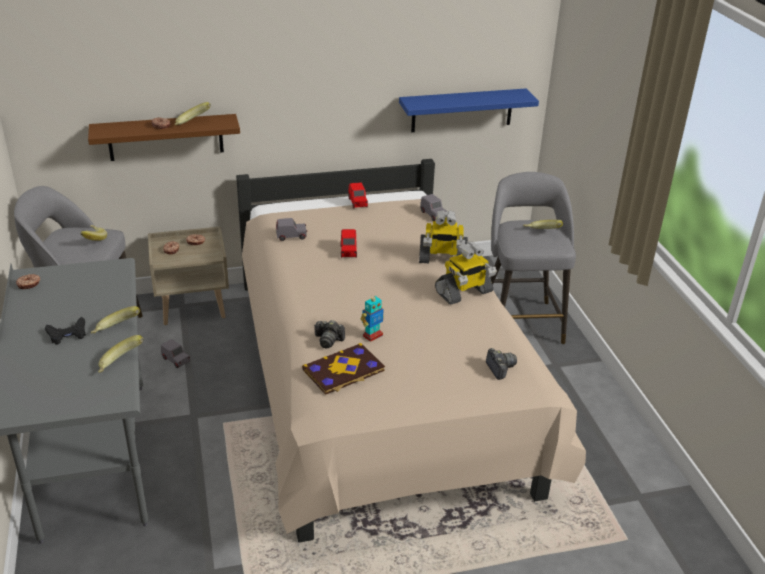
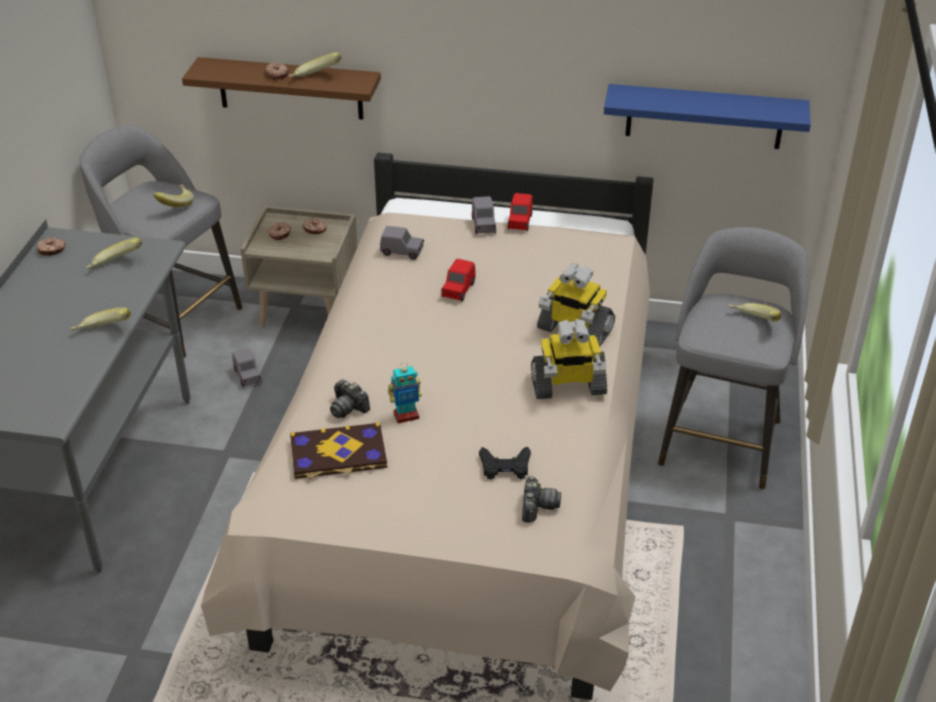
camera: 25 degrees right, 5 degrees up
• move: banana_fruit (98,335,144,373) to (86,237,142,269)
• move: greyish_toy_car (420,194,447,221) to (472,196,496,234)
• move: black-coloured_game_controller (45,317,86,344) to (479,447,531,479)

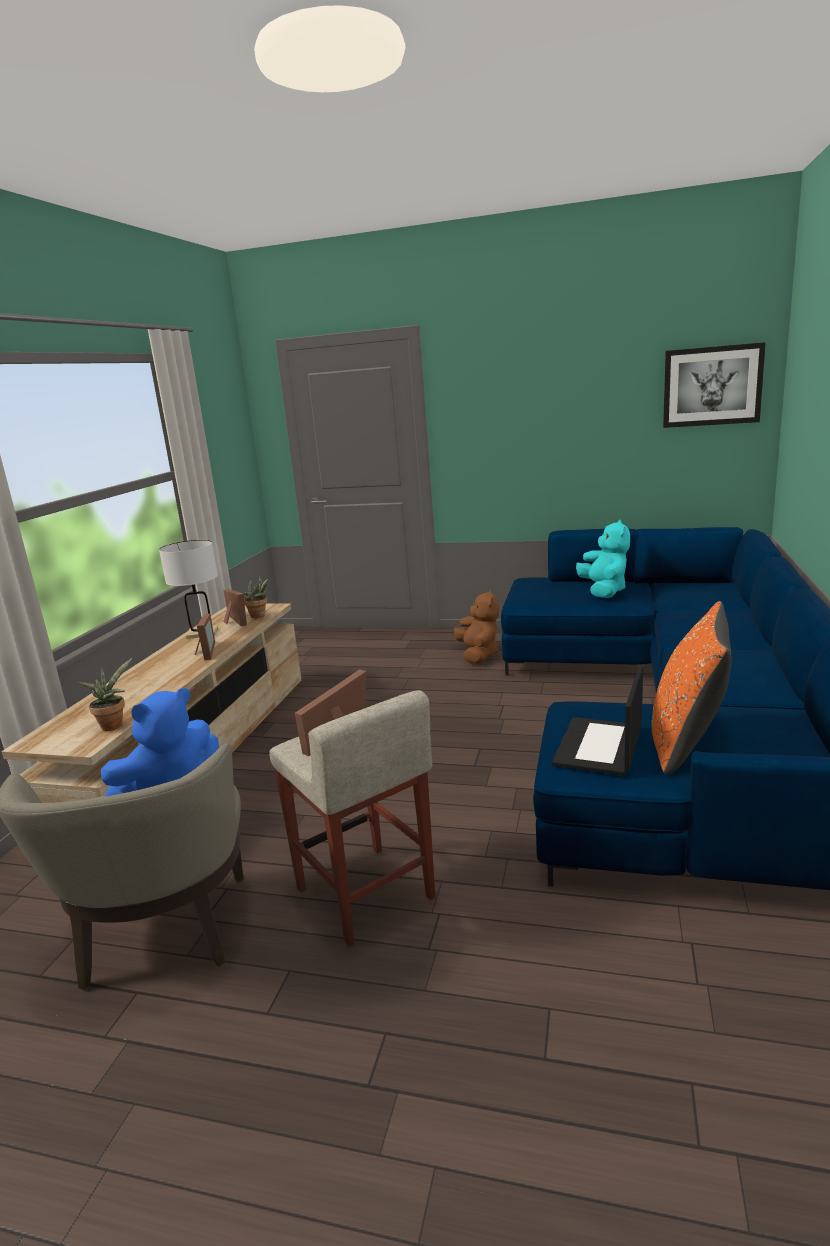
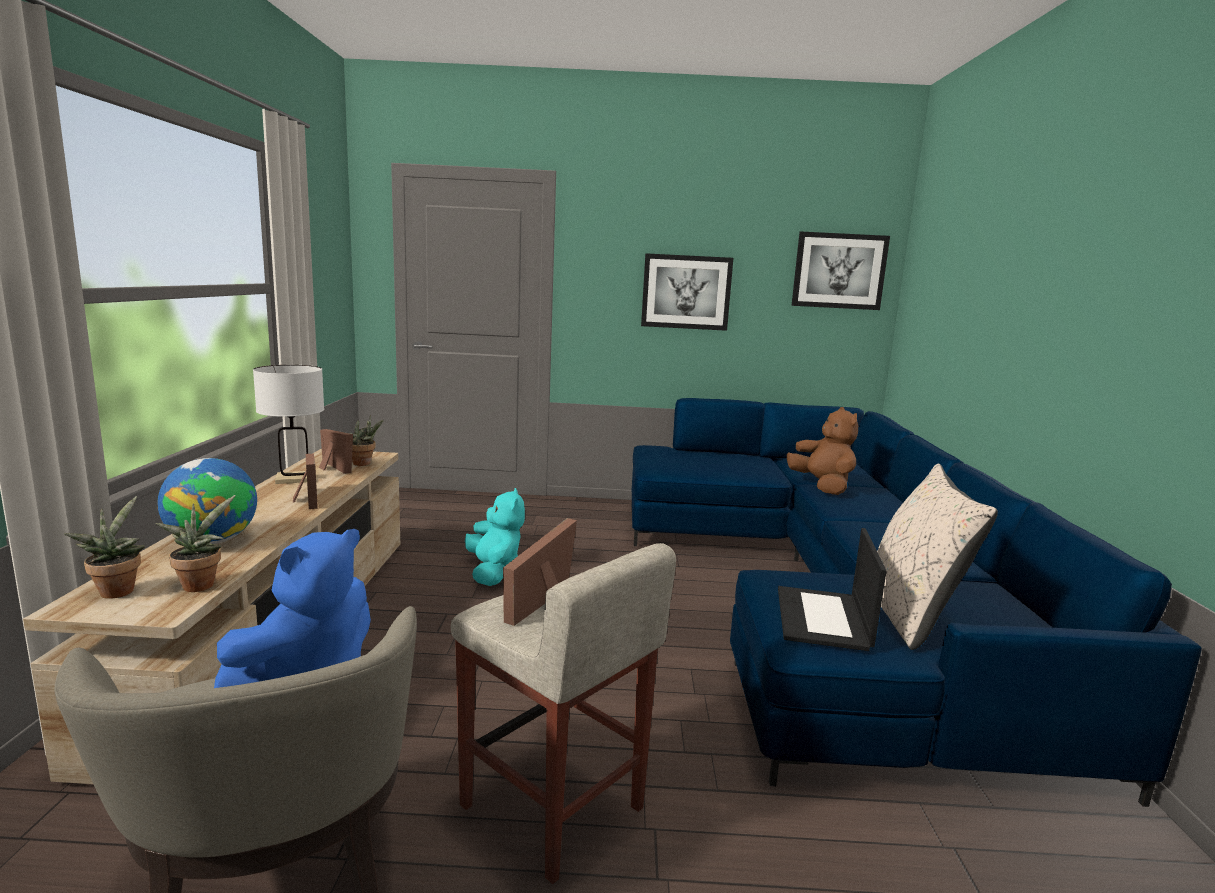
camera: 15 degrees left, 5 degrees down
• insert: potted_plant (64,496,145,599)
• insert: desk_globe (158,458,257,544)
• move: turquoise-coloured_soft_toy (576,520,630,598) to (465,488,525,586)
• insert: wall_art (641,253,733,331)
• move: brownish_soft_toy (454,589,499,664) to (787,407,858,495)
• recolor: orange-coloured_cushion (652,601,732,775) to beige_cushion (877,464,998,650)

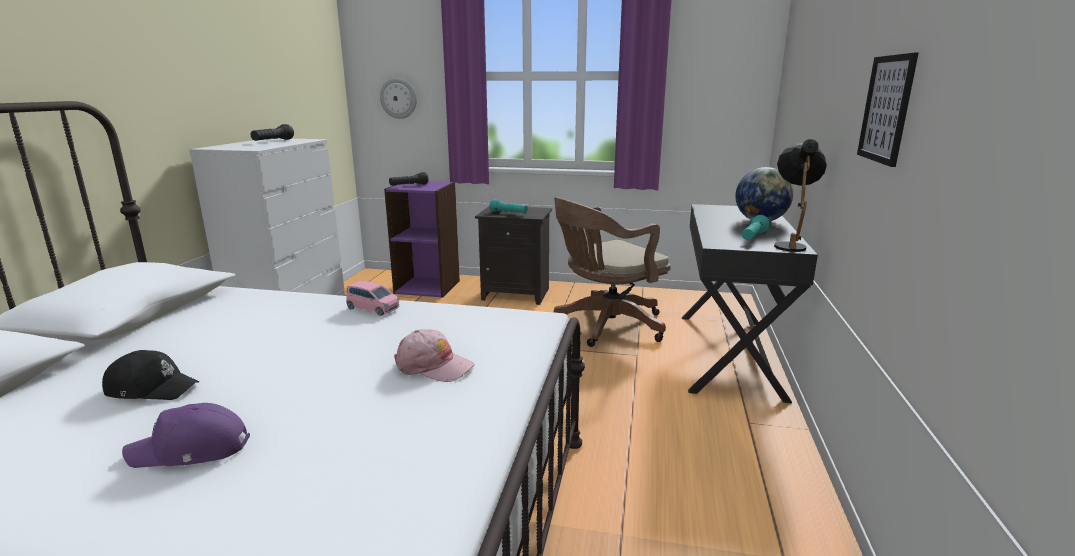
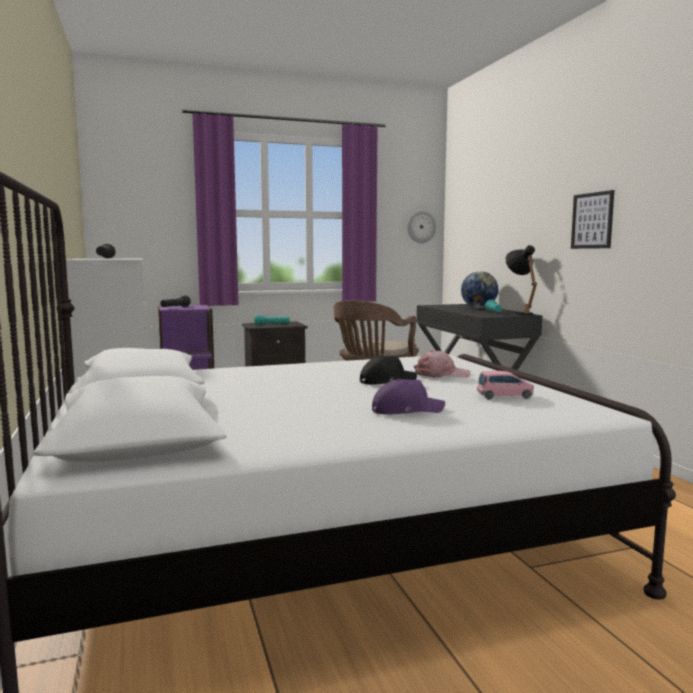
camera: 30 degrees left, 10 degrees down
• move: black-coloured_baseball_cap (102,350,199,400) to (360,356,417,385)
• rotate: purple_baseball_cap (122,403,250,468) = (372,379,445,415) 150 degrees counterclockwise
• move: clock_on_the_wall (380,78,417,119) to (407,211,436,243)
• move: pinkish_toy_car (346,281,399,316) to (477,371,534,399)

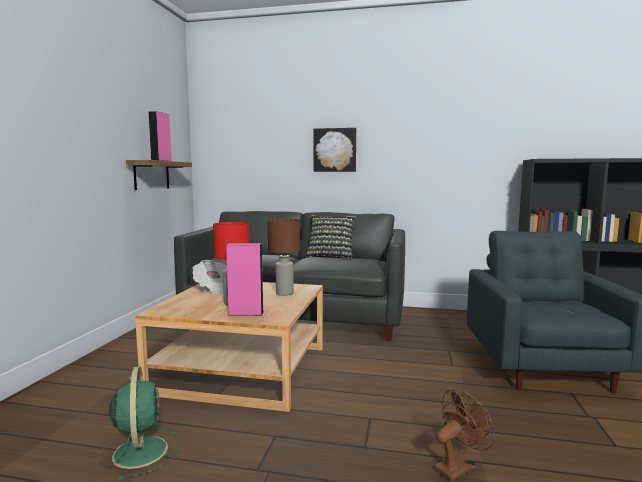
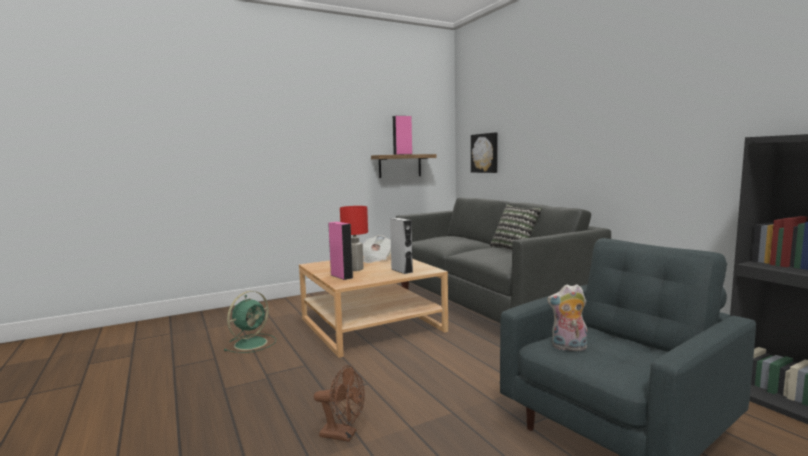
camera: 50 degrees right, 0 degrees up
• replace: brownish_lamp_for_a_table (268,219,300,296) to greyish_audio_speaker (390,218,413,274)
• move: wall_art (313,128,356,172) to (471,132,498,173)
• insert: soft_toy (547,284,587,351)

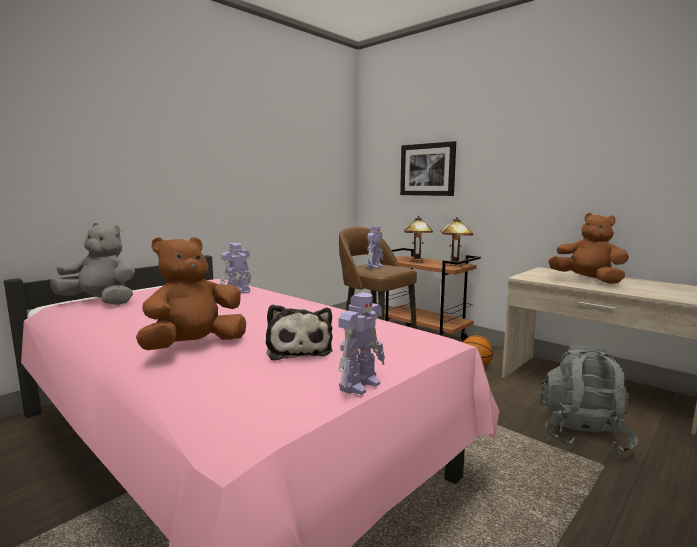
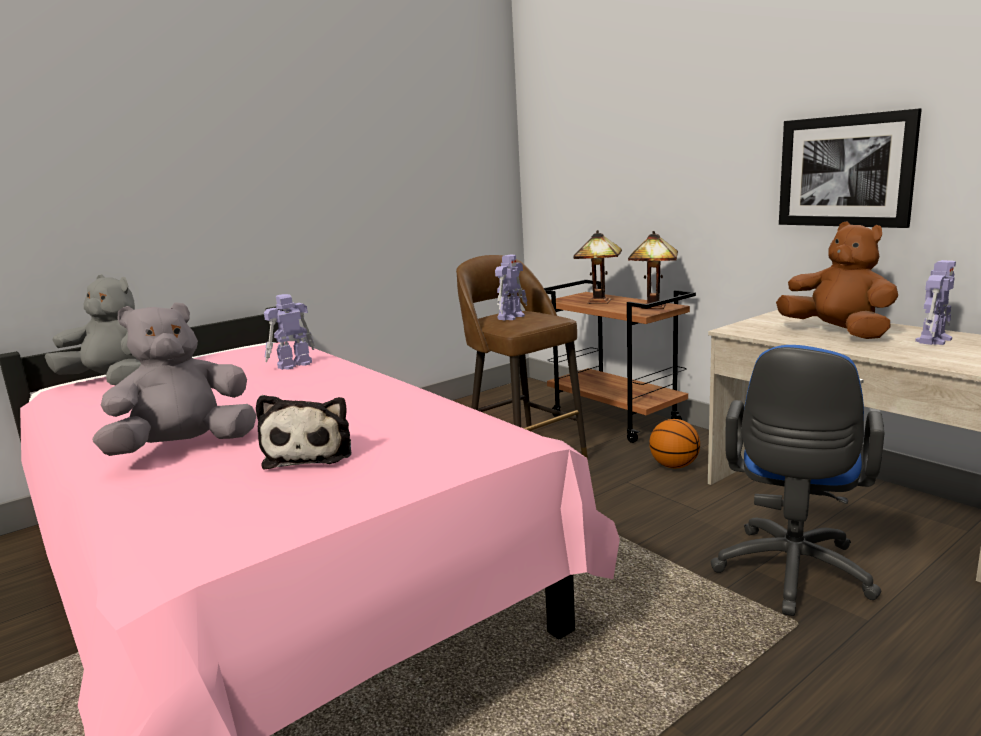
camera: 10 degrees right, 5 degrees up
• recolor: brownish_soft_toy (136,237,246,350) to greyish_soft_toy (92,302,257,456)
• replace: greyish_backpack (540,345,638,455) to bluish_office_chair (711,345,885,616)
• move: wall_art (400,141,456,196) to (779,108,922,228)
• move: model_robot (338,292,385,395) to (915,260,956,345)

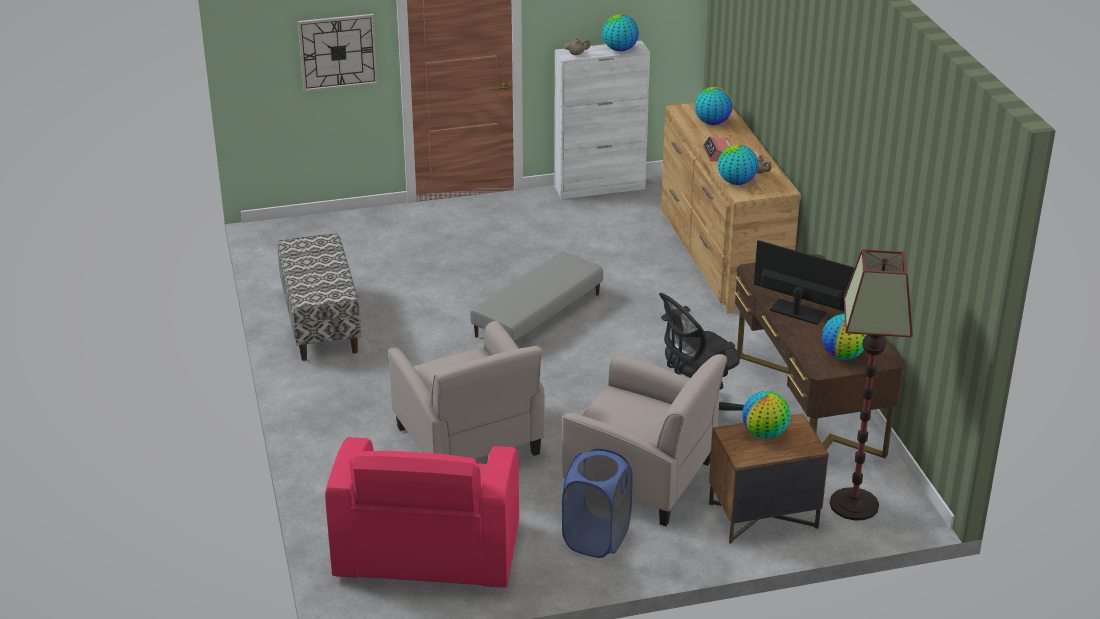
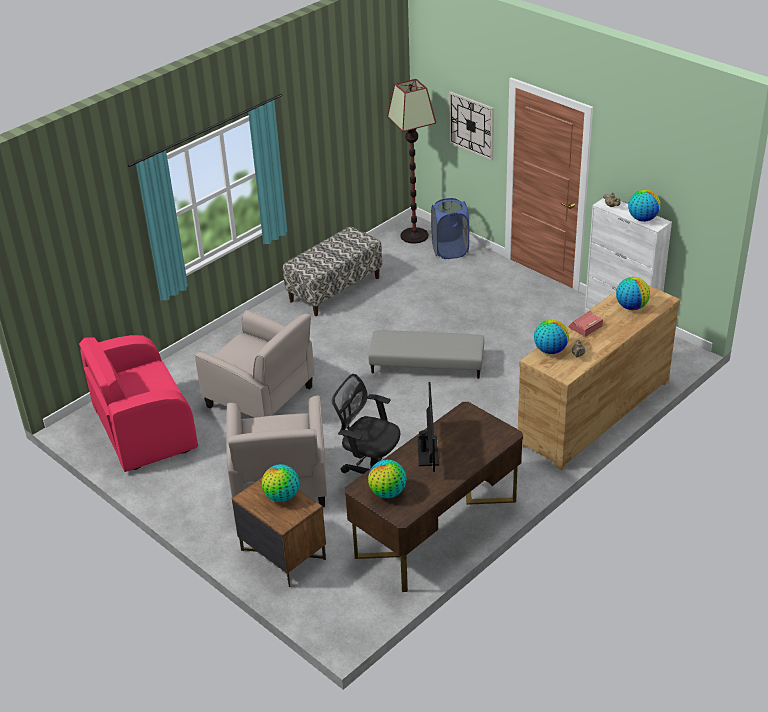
camera: 60 degrees right, 5 degrees up
• rotate: beige_easy_chair (388,321,545,459) = (195,310,315,418) 90 degrees counterclockwise
• move: standing_lamp (830,249,913,521) to (387,79,436,244)
• move: bluish_laundry_basket (562,448,633,558) to (431,198,469,259)

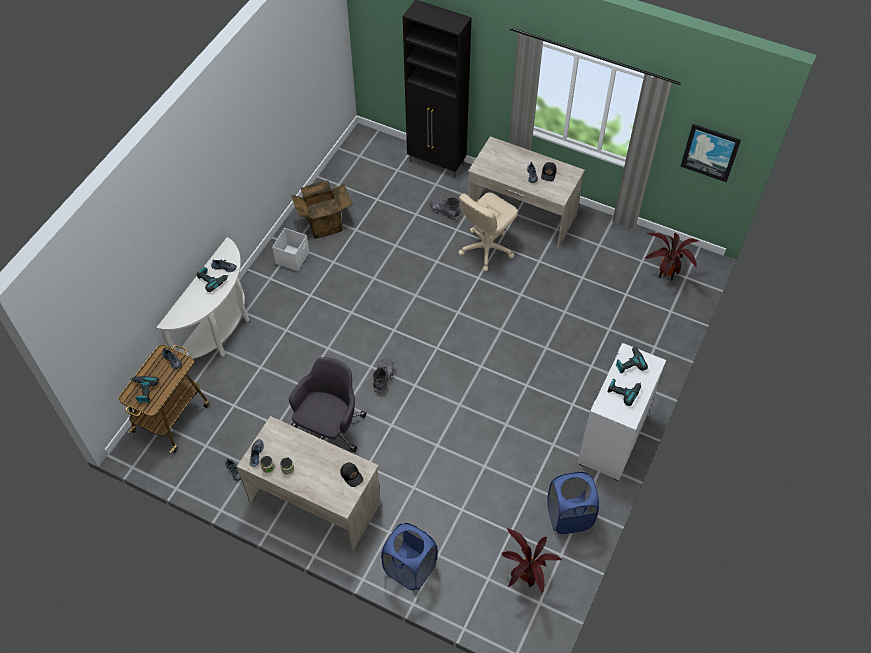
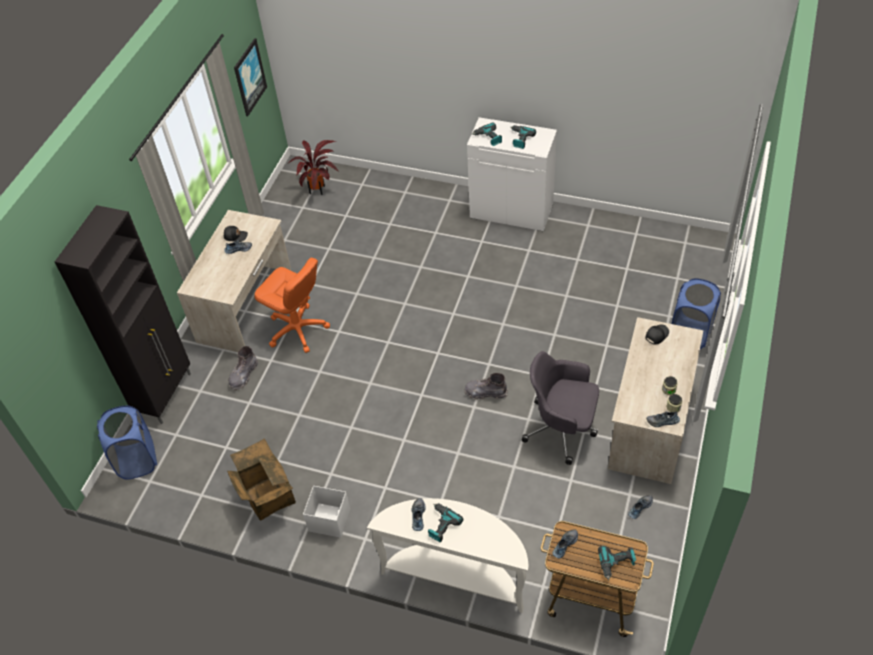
camera: 95 degrees left, 5 degrees down
• move: bluish_laundry_basket (547,472,599,534) to (97,406,157,480)
• recolor: beige_office_chair (458,192,518,271) to orange-coloured_office_chair (254,258,330,353)
• delete: potted_plant (501,527,563,594)

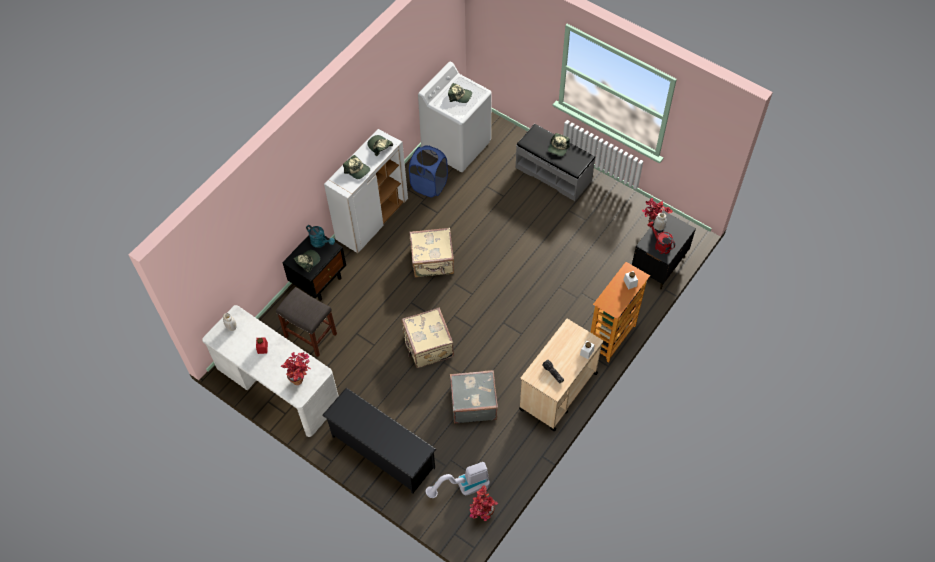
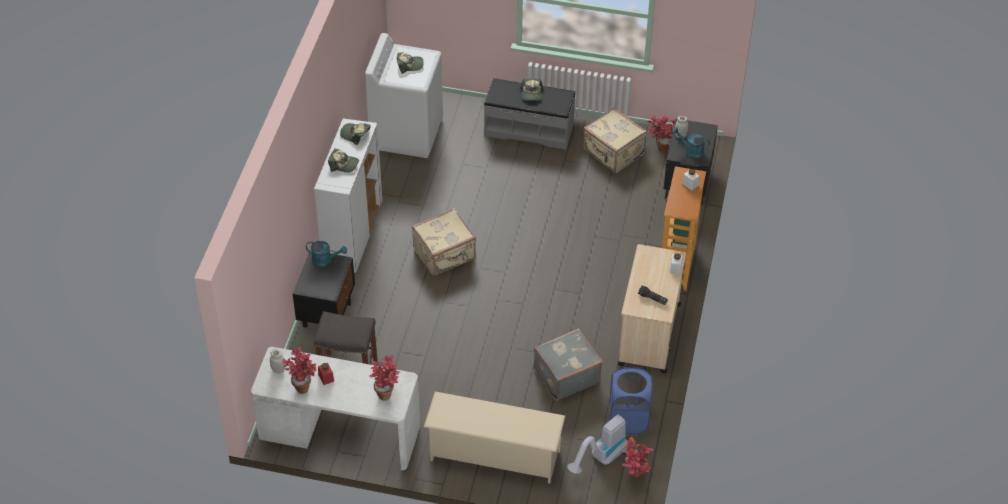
camera: 25 degrees left, 10 degrees down
• insert: potted_plant (282,347,316,394)
• recolor: black-coloured_shoe_stand (322,388,436,494) to beige_shoe_stand (424,392,565,484)
• move: beige_piece_of_luggage (401,308,454,368) to (583,108,647,173)
• move: bluish_laundry_basket (409,145,448,197) to (609,367,652,434)
• recolor: red_sprinkling_can (648,222,675,254) to turquoise-coloured_sprinkling_can (672,127,710,159)
• delete: baseball_cap (294,250,320,273)

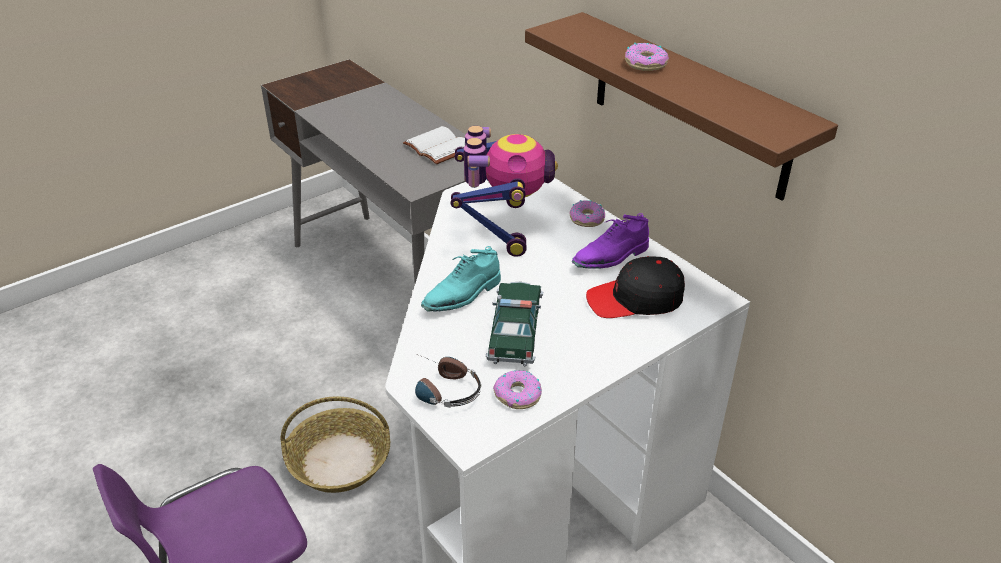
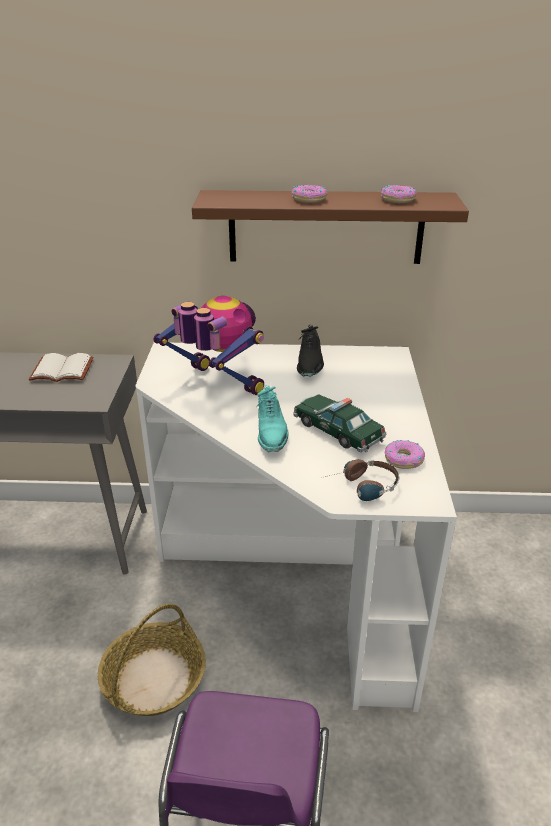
camera: 50 degrees left, 5 degrees down
• recolor: purple_item_of_footwear (572,213,649,269) to black-coloured_item_of_footwear (297,325,324,377)
• move: doughnut (569,200,605,227) to (381,185,417,203)
• delete: black-coloured_baseball_cap (586,256,685,318)

